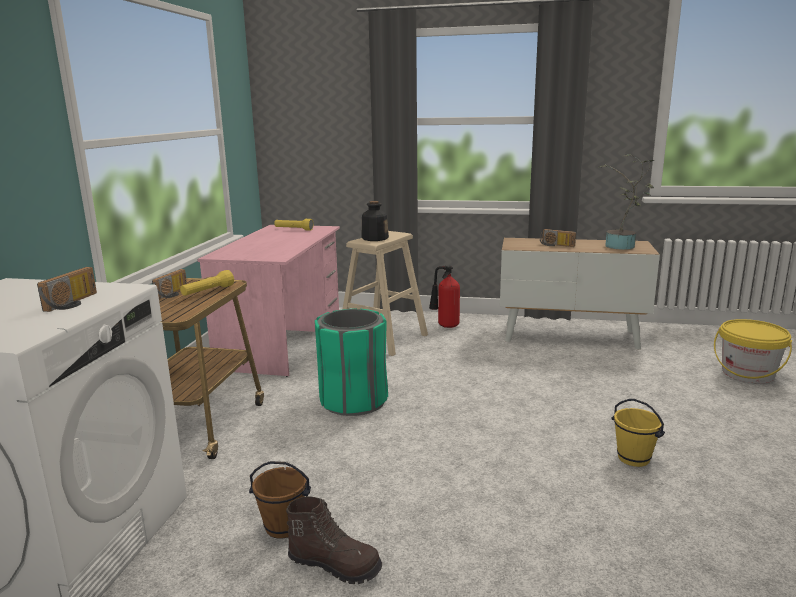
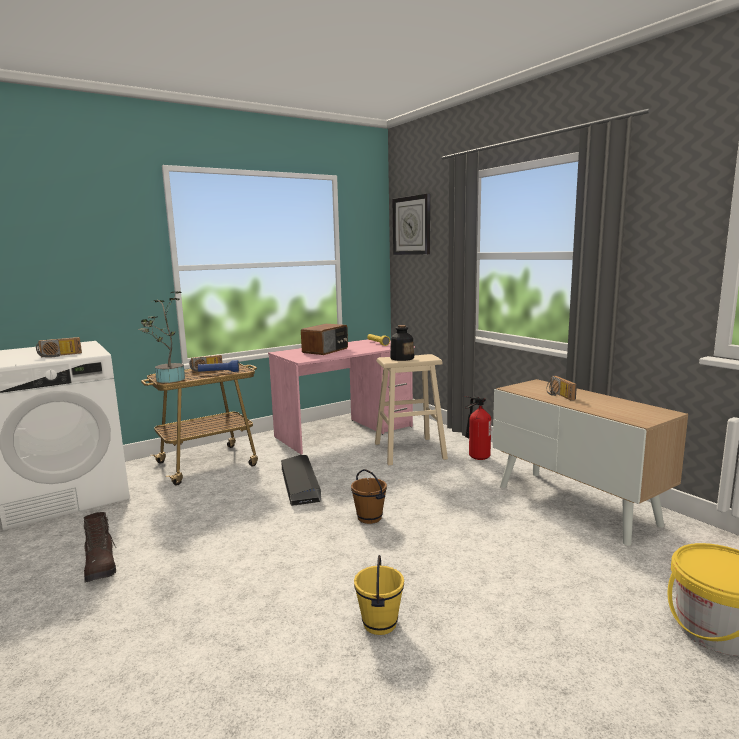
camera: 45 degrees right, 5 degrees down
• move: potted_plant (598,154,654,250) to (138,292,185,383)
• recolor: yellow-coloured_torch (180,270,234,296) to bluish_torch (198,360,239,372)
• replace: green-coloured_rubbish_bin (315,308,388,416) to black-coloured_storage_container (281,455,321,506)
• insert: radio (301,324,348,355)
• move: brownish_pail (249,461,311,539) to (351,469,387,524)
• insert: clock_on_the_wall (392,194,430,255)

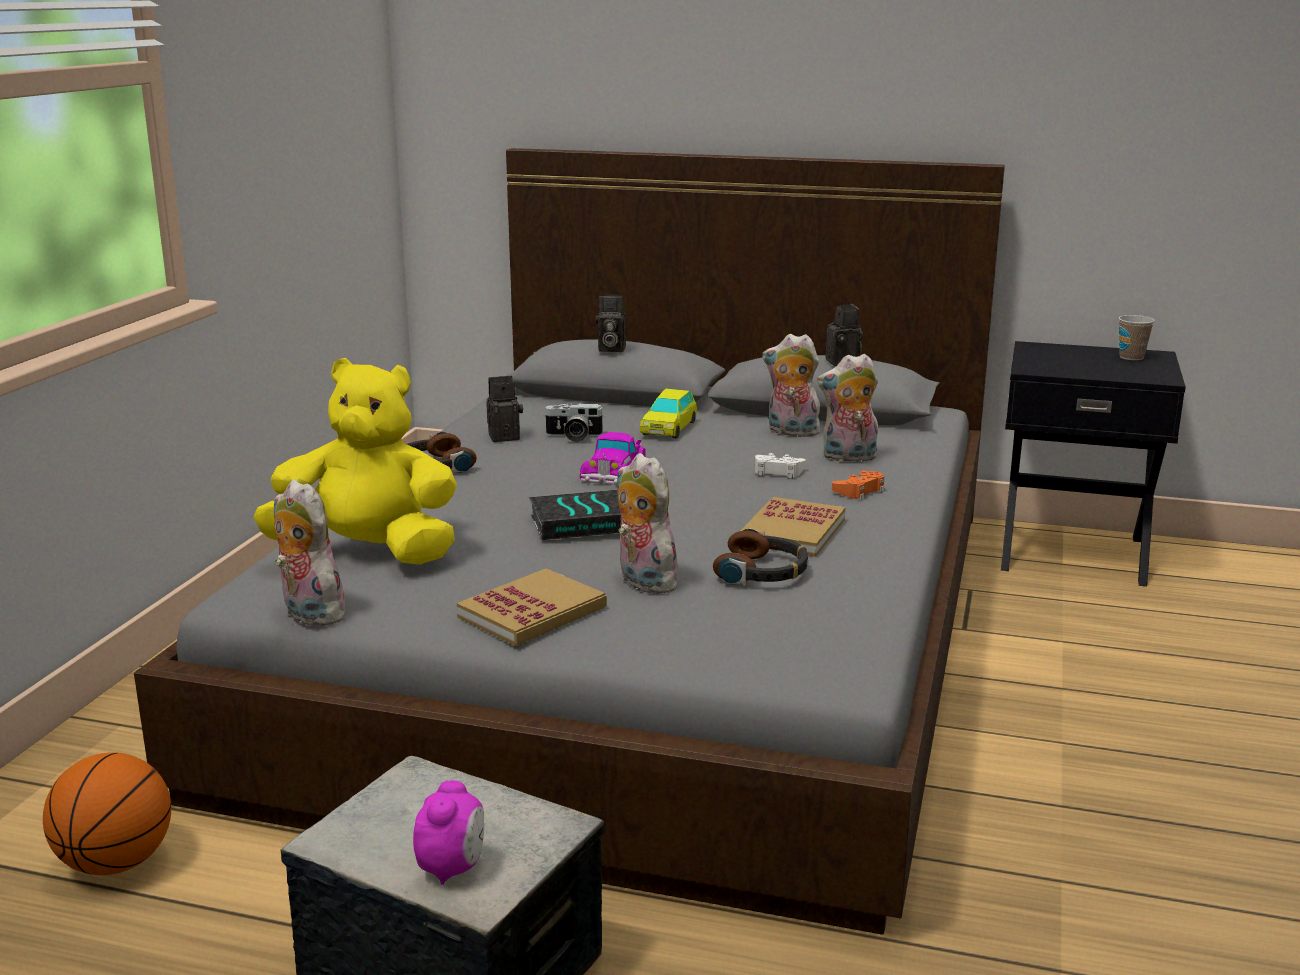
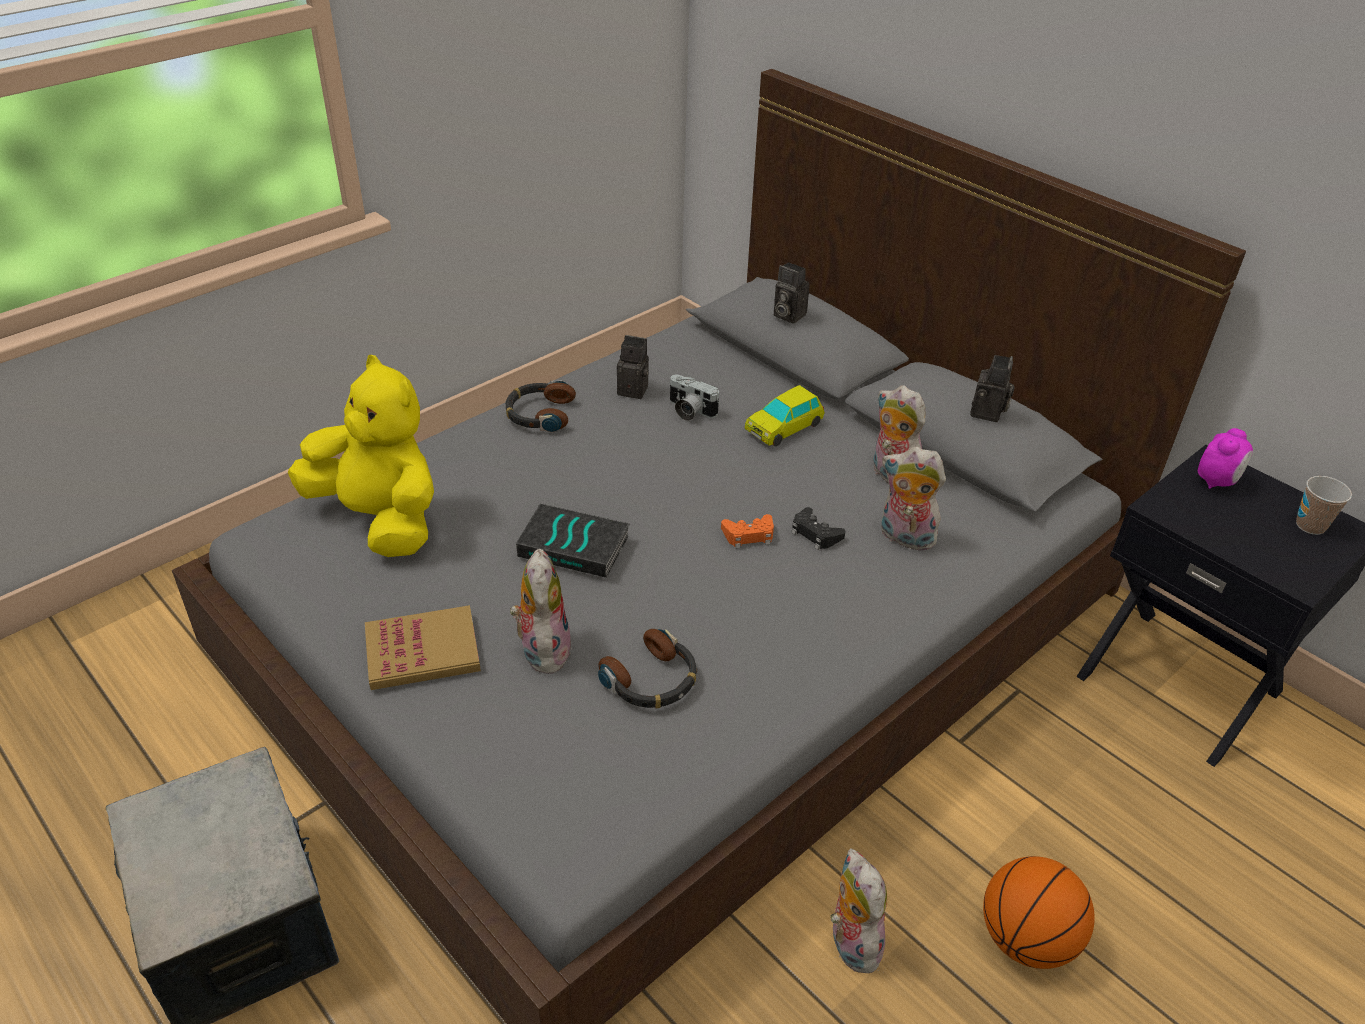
camera: 30 degrees right, 20 degrees up
• move: orange-coloured_game_controller (832,471,884,500) to (721,514,774,549)
• recolor: white-coloured_game_controller (755,453,806,479) to black-coloured_game_controller (791,507,846,550)
• move: soft_toy (274,480,345,626) to (830,848,887,973)
• move: ball_for_basketball (43,752,171,875) to (983,856,1095,969)
• move: table_clock (413,780,484,885) to (1198,428,1253,489)
• delete: toy_car (580,432,646,485)
• delete: volume (741,497,845,557)

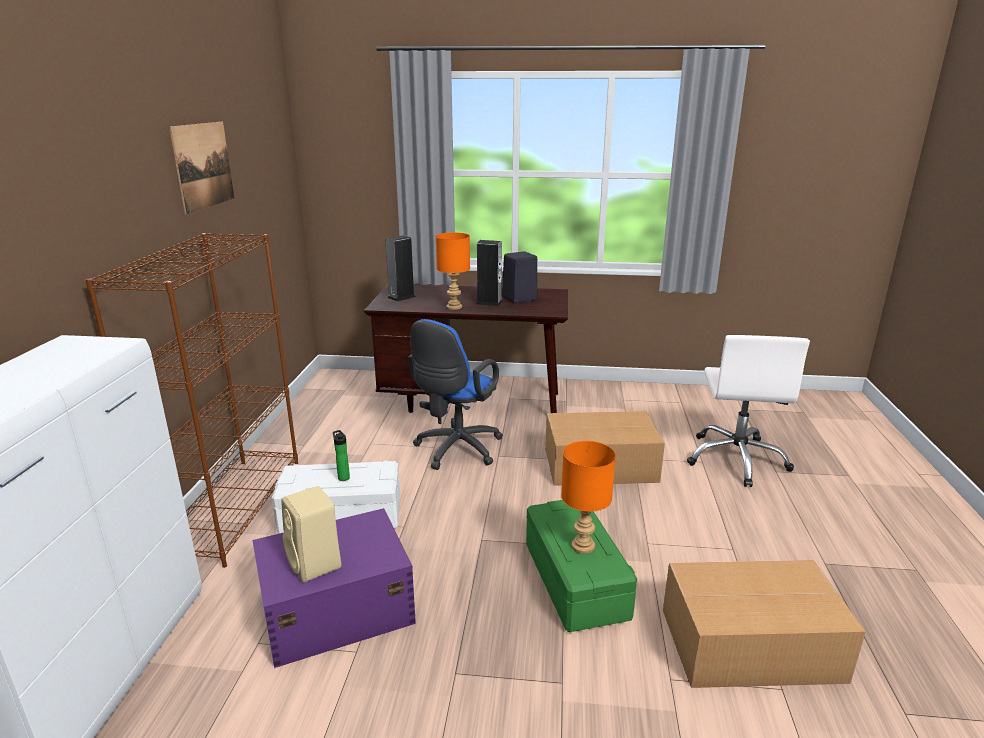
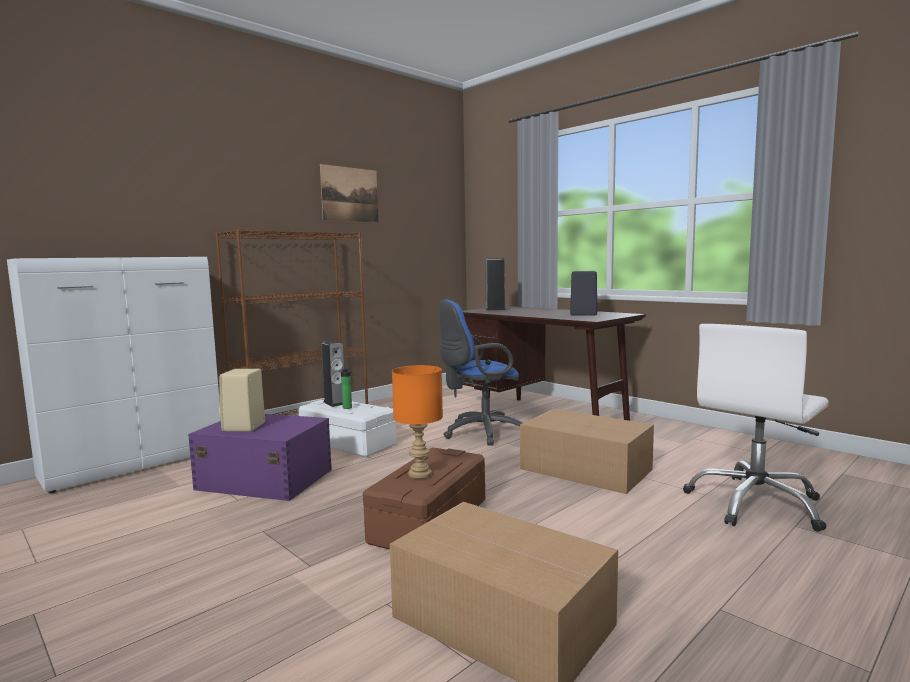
camera: 40 degrees right, 15 degrees down
• move: audio_speaker (476,240,503,306) to (322,341,344,407)
• recolor: green-coloured_storage_container (526,500,637,632) to brownish_storage_container (363,447,485,549)
• delete: orange-coloured_lamp_for_a_table (436,232,470,310)

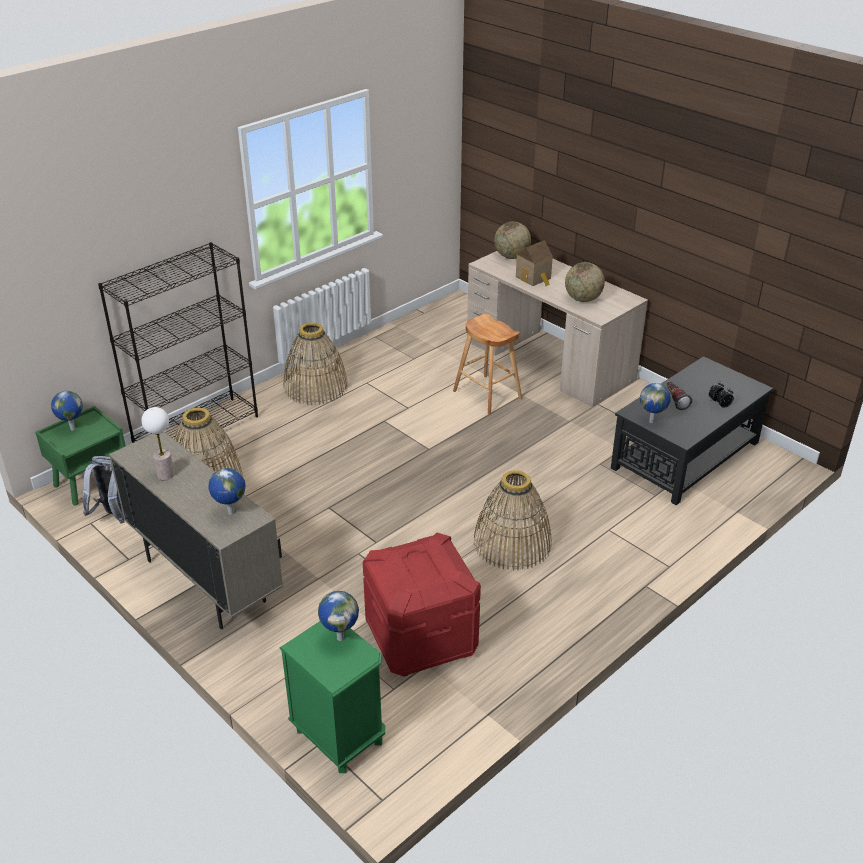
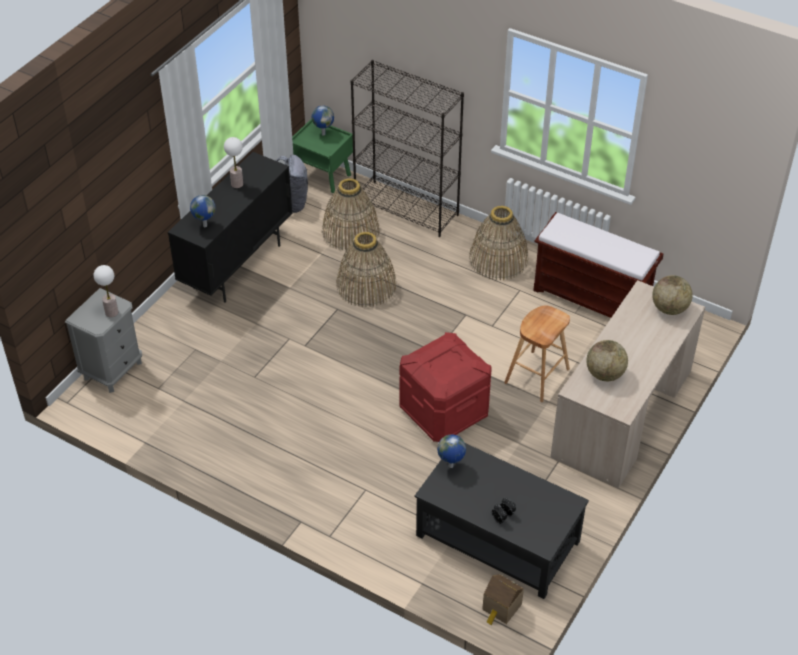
camera: 75 degrees right, 10 degrees up
• recolor: green-coloured_nightstand (279,621,385,773) to greyish_nightstand (65,288,142,393)
• replace: desk_globe (318,591,359,641) to lamp_for_a_table (94,265,118,317)
• recolor: beige_storage_cabinet (109,432,283,629) to black-coloured_storage_cabinet (168,152,292,303)
• move: storage_basket (474,470,552,570) to (336,232,396,307)
• move: red_storage_container (363,533,481,677) to (400,332,492,442)
• move: toy_house (516,240,553,286) to (482,574,524,625)
• insert: brownish_bench (533,212,663,318)
• delete: torch (666,381,692,410)

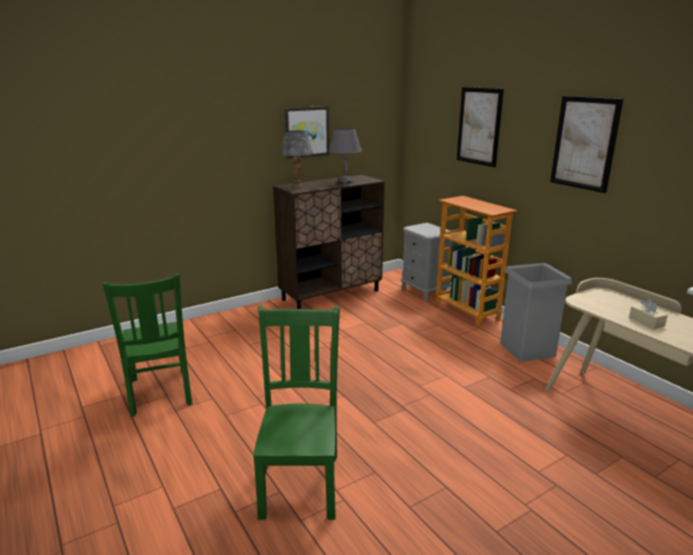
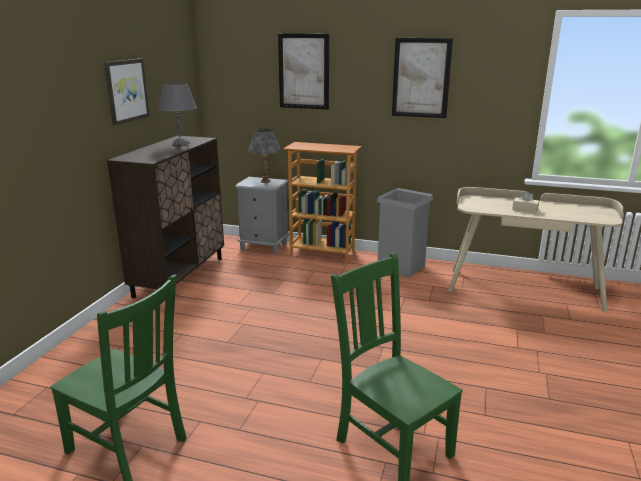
camera: 40 degrees left, 0 degrees up
• move: greyish_lamp_for_a_table (279,130,313,188) to (248,129,281,183)

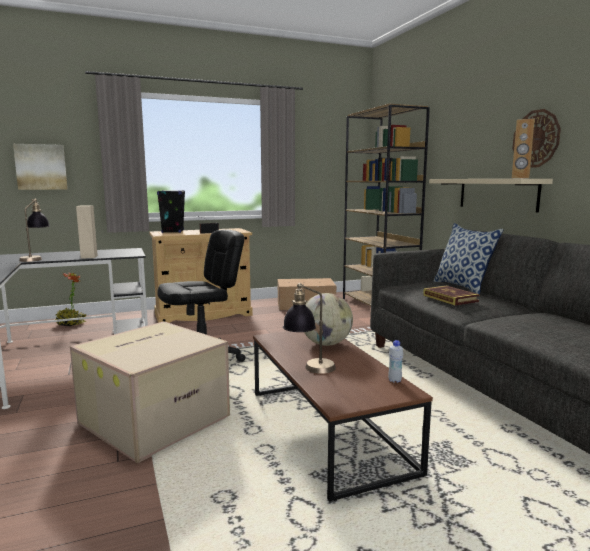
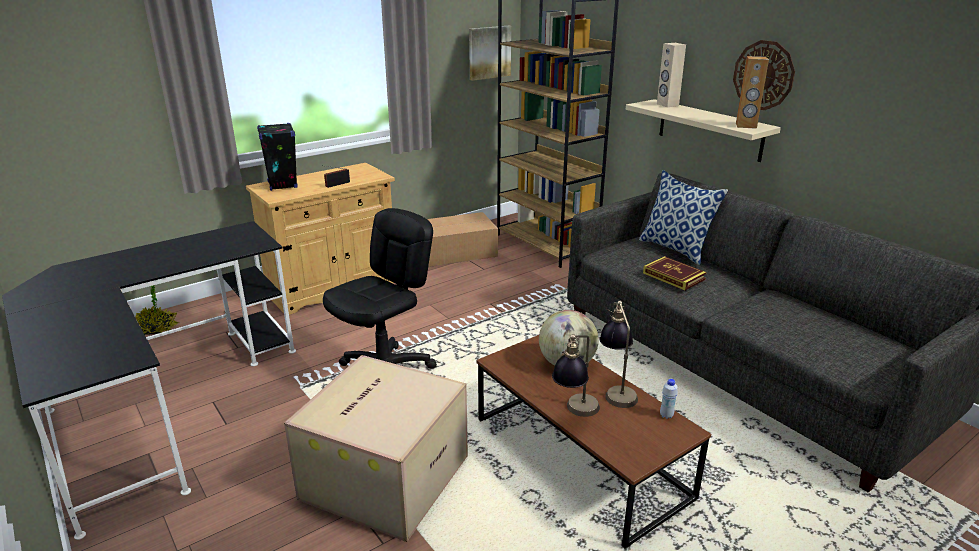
camera: 15 degrees left, 15 degrees up
• move: wall_art (13,144,67,190) to (469,26,511,81)
• move: lamp_for_a_table (19,198,50,262) to (599,301,638,408)
• move: beige_audio_speaker (76,205,98,259) to (657,43,686,107)

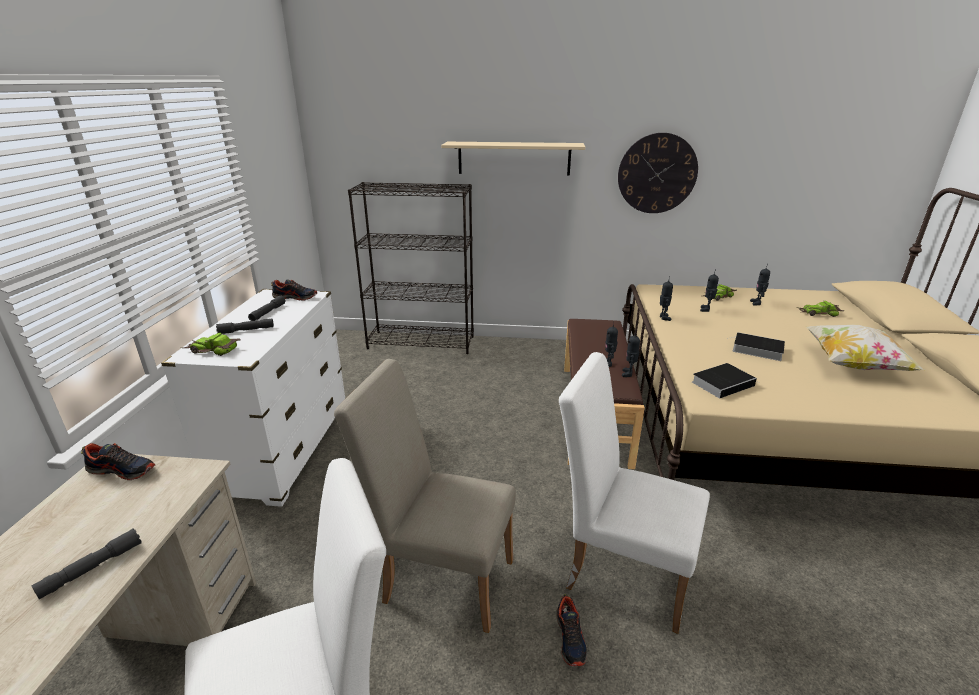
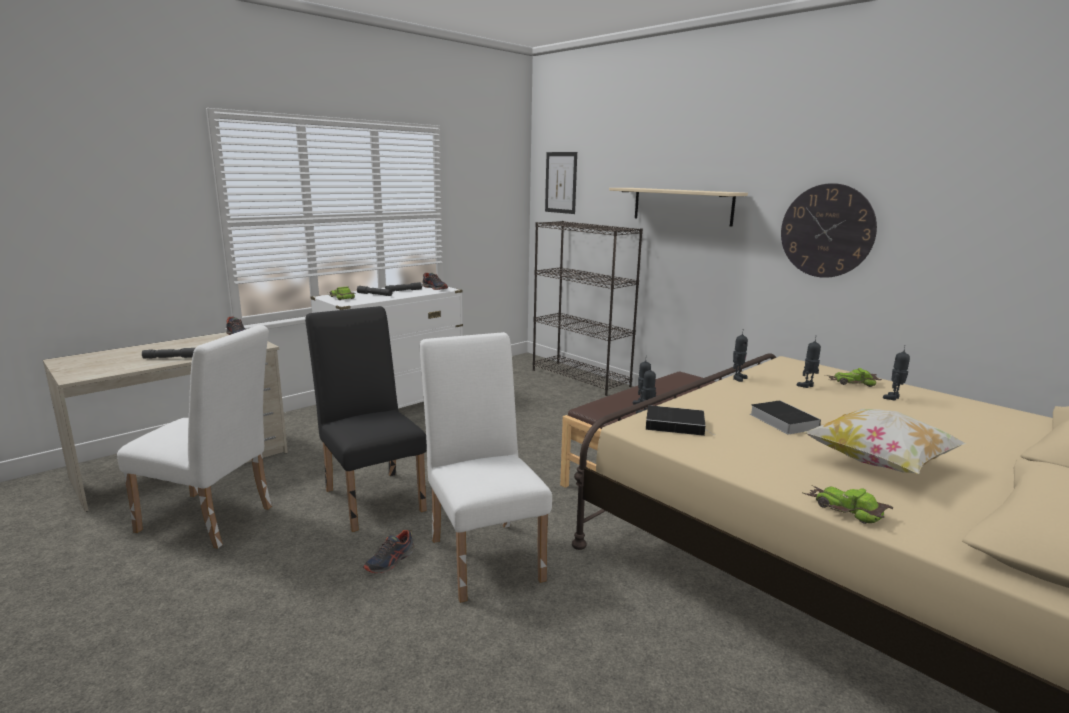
camera: 40 degrees right, 10 degrees down
• recolor: beige_upright_chair (334,359,516,633) to black-coloured_upright_chair (305,306,427,532)
• insert: wall_art (545,152,577,214)
• move: toy_car (795,301,844,317) to (803,485,893,524)

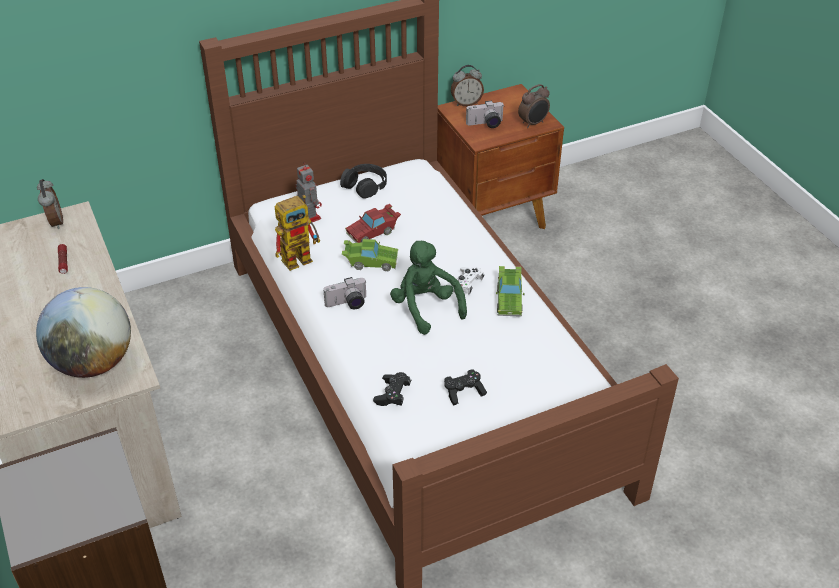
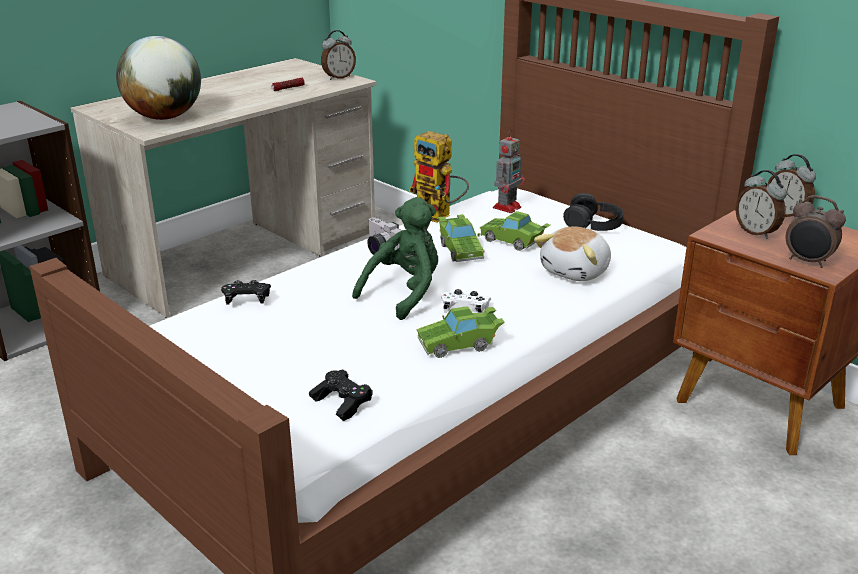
camera: 70 degrees right, 15 degrees down
• move: black-coloured_game_controller (444,369,487,406) to (309,370,373,421)
• recolor: red_toy_car (345,204,401,243) to green-coloured_toy_car (480,211,550,251)
• insert: soft_toy (534,226,611,281)
• replace: still_camera (466,100,504,128) to table_clock (735,170,787,239)

